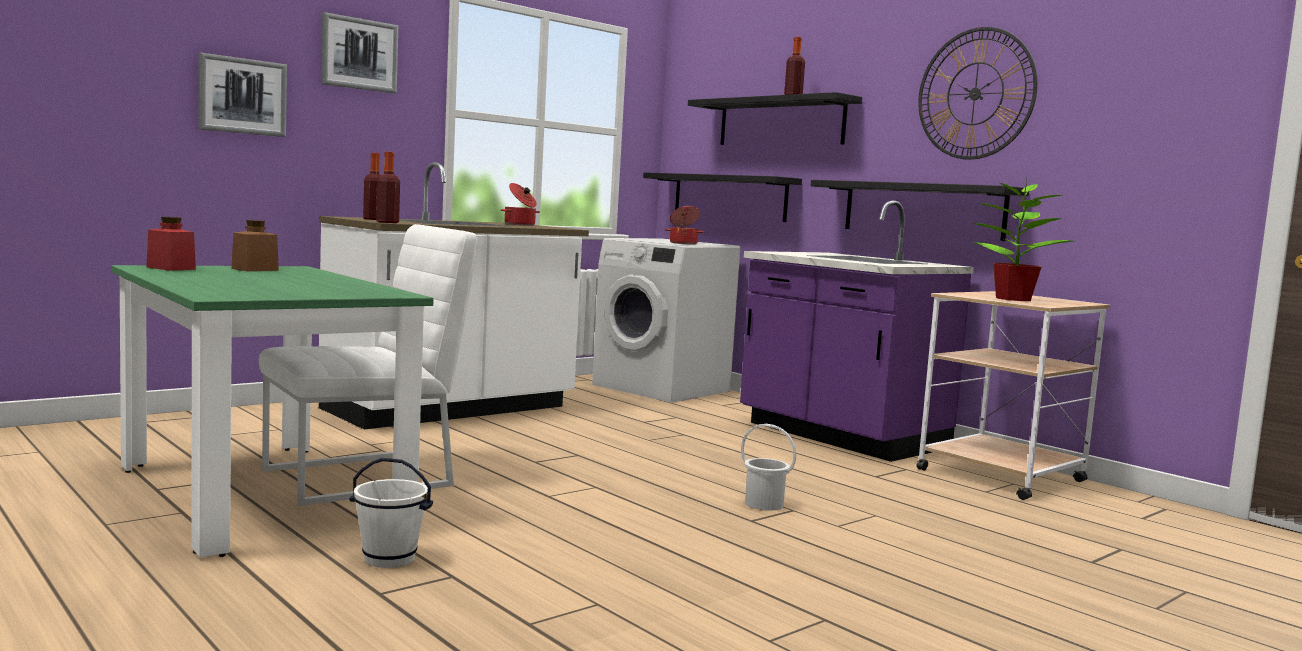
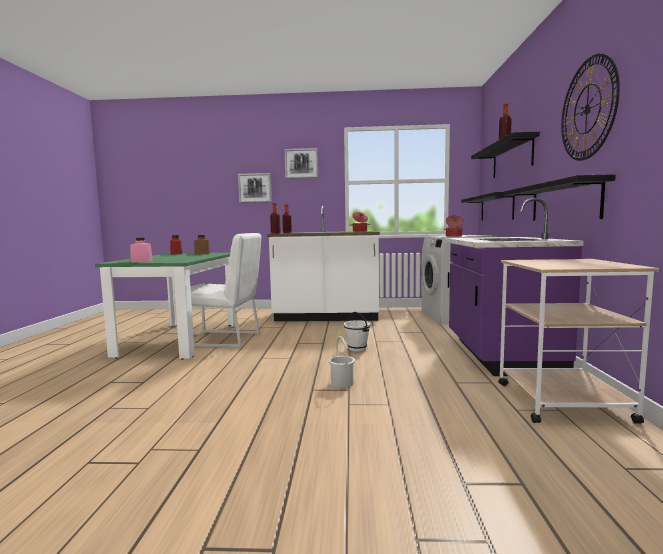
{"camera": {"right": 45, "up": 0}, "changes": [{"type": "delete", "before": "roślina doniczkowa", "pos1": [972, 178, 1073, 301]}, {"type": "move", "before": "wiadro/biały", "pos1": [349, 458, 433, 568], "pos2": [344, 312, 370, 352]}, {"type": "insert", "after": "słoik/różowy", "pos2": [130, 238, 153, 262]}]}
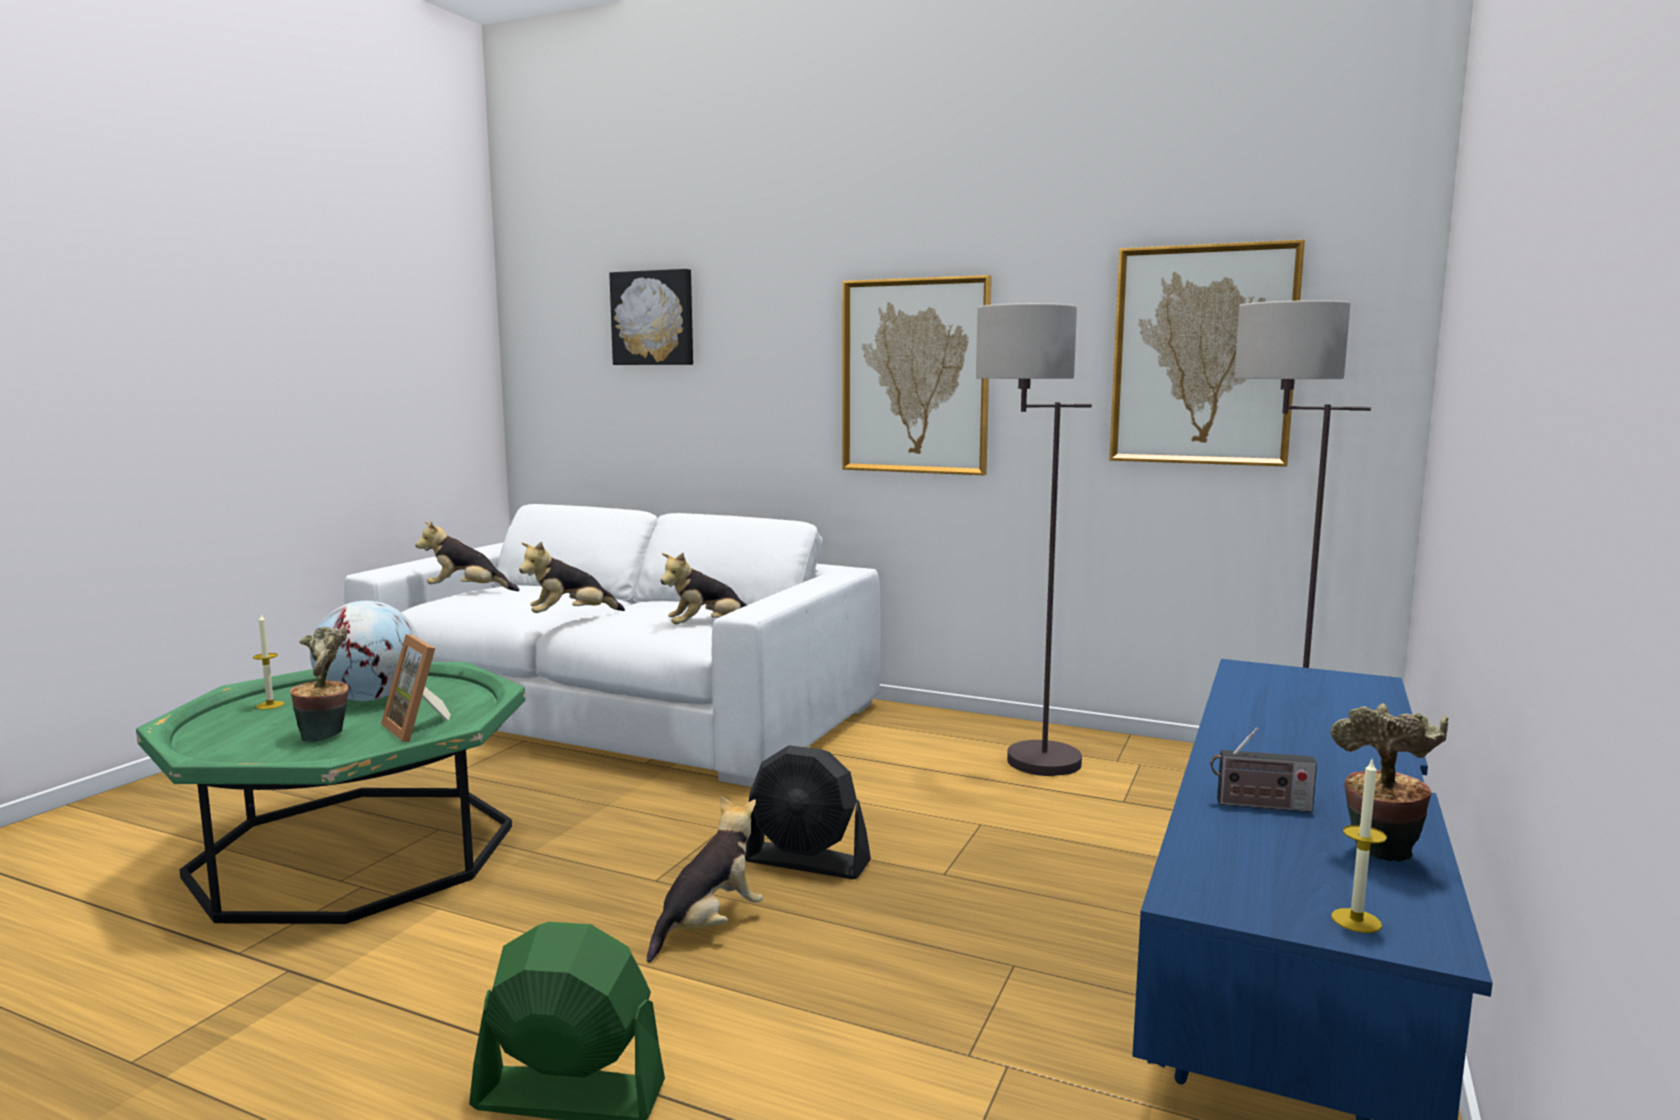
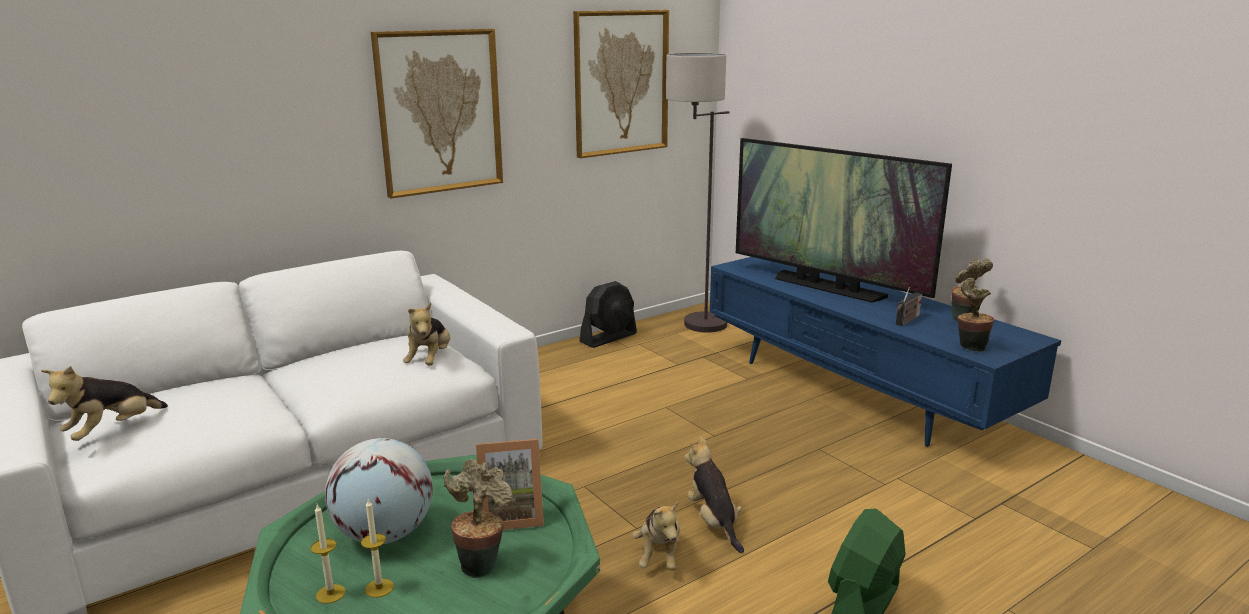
{"camera": {"right": -60, "up": 10}, "changes": [{"type": "delete", "before": "obraz", "pos1": [609, 269, 693, 365]}, {"type": "delete", "before": "lampa stojąca/szary", "pos1": [976, 303, 1092, 776]}, {"type": "move", "before": "pluszak", "pos1": [519, 542, 625, 613], "pos2": [633, 501, 680, 571]}, {"type": "move", "before": "wentylator/czarny", "pos1": [745, 745, 871, 879], "pos2": [580, 281, 637, 348]}, {"type": "move", "before": "świeca", "pos1": [1331, 760, 1387, 933], "pos2": [361, 499, 394, 598]}, {"type": "insert", "after": "telewizor", "pos2": [736, 138, 952, 303]}, {"type": "insert", "after": "roślina doniczkowa", "pos2": [958, 278, 994, 352]}]}
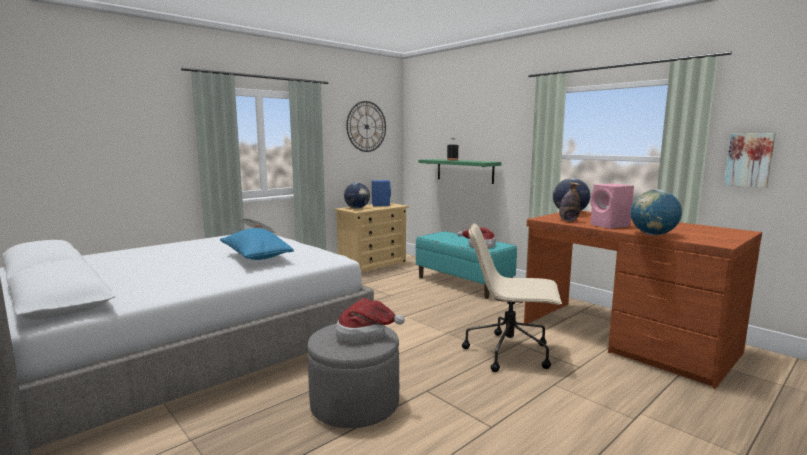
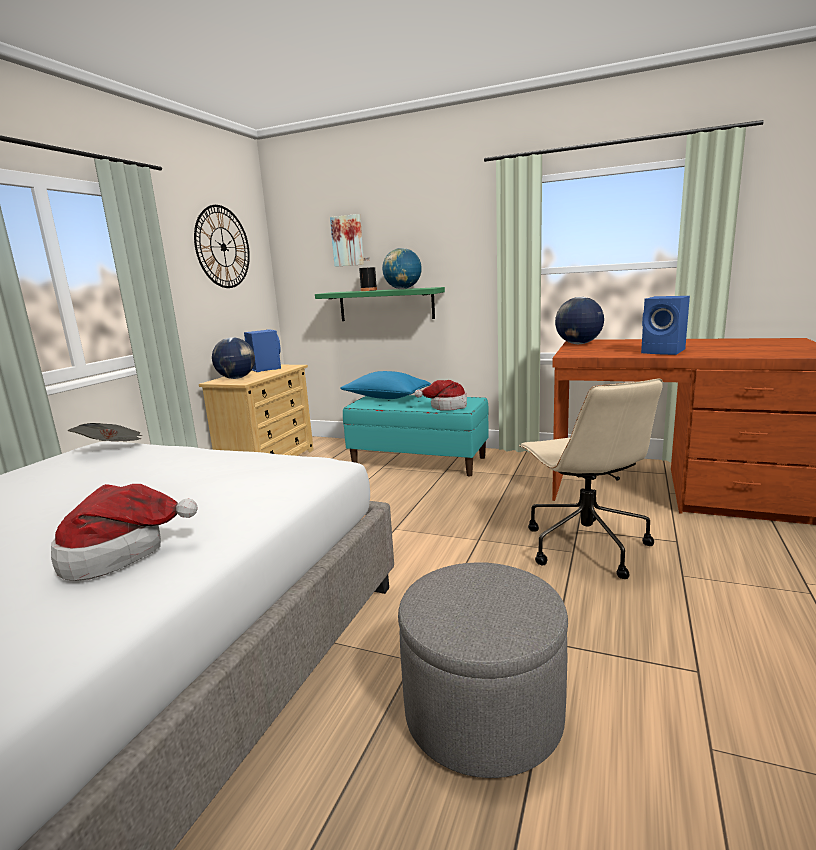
{"camera": {"right": -25, "up": 5}, "changes": [{"type": "move", "before": "obraz", "pos1": [724, 133, 775, 188], "pos2": [330, 214, 364, 267]}, {"type": "delete", "before": "butelka", "pos1": [559, 182, 580, 221]}, {"type": "recolor", "before": "głośnik/różowy", "after": "głośnik/niebieski", "pos1": [590, 184, 634, 229], "pos2": [641, 296, 690, 355]}, {"type": "move", "before": "globus", "pos1": [630, 190, 682, 235], "pos2": [382, 248, 422, 289]}, {"type": "rotate", "before": "krzesło biurowe/beżowy", "pos1": [462, 223, 562, 372], "pos2": [519, 378, 663, 579], "turn": -90}, {"type": "move", "before": "poduszka/niebieski", "pos1": [220, 228, 294, 260], "pos2": [340, 371, 431, 399]}, {"type": "move", "before": "kapelusz", "pos1": [336, 298, 405, 344], "pos2": [51, 484, 198, 581]}]}
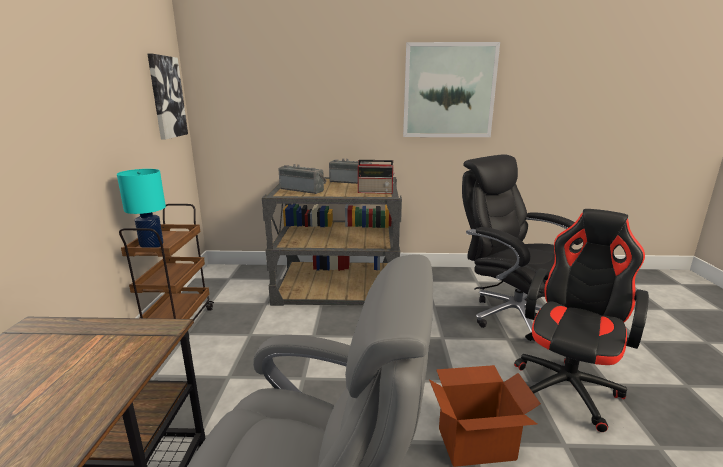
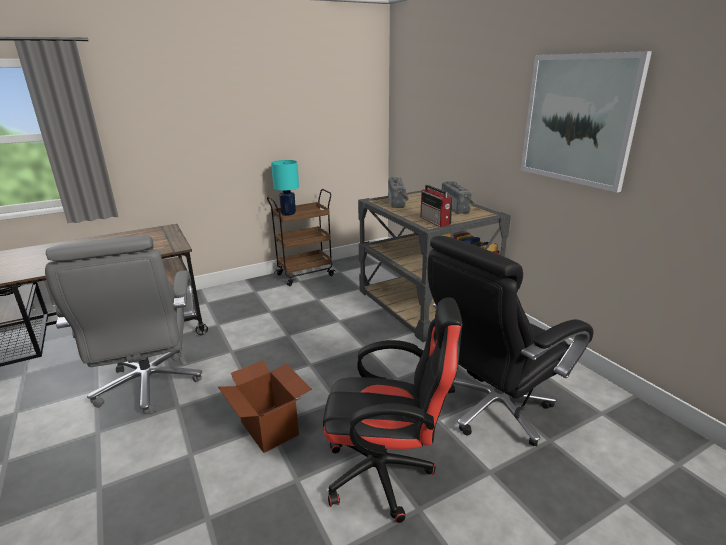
{"camera": {"right": 60, "up": 5}, "changes": [{"type": "delete", "before": "obraz", "pos1": [147, 54, 188, 139]}, {"type": "rotate", "before": "krzesło biurowe/czarny", "pos1": [462, 154, 583, 342], "pos2": [428, 236, 593, 446], "turn": -150}]}
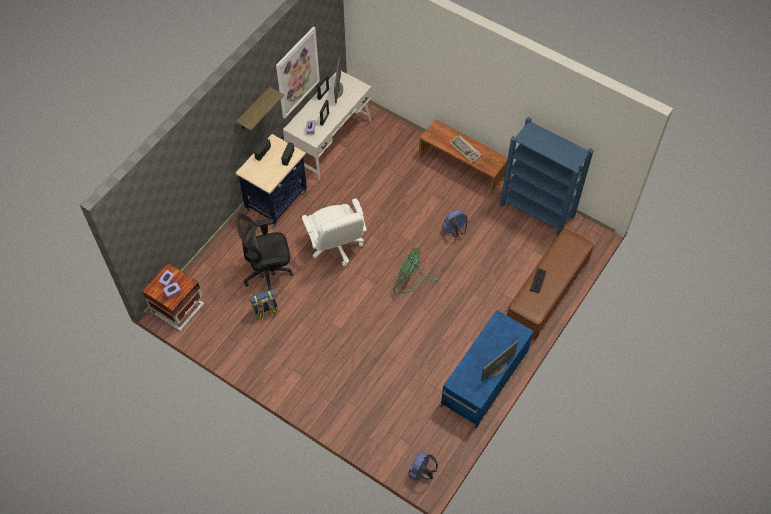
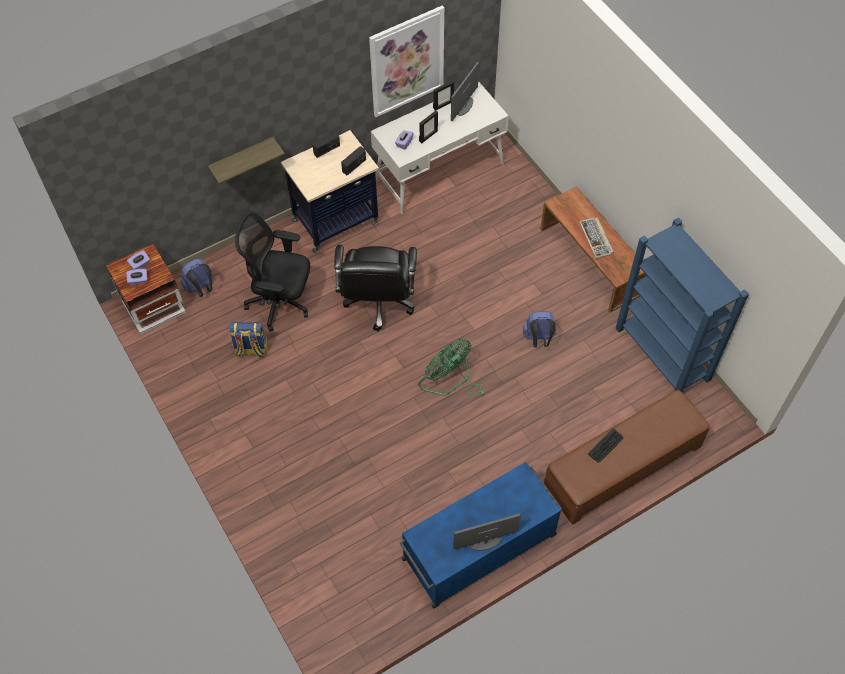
{"camera": {"right": 25, "up": 0}, "changes": [{"type": "move", "before": "półka", "pos1": [236, 87, 284, 131], "pos2": [208, 137, 285, 184]}, {"type": "recolor", "before": "krzesło biurowe/biały", "after": "krzesło biurowe/czarny", "pos1": [302, 198, 367, 266], "pos2": [334, 245, 417, 331]}, {"type": "move", "before": "plecak/niebieski", "pos1": [408, 451, 438, 481], "pos2": [181, 258, 213, 297]}]}
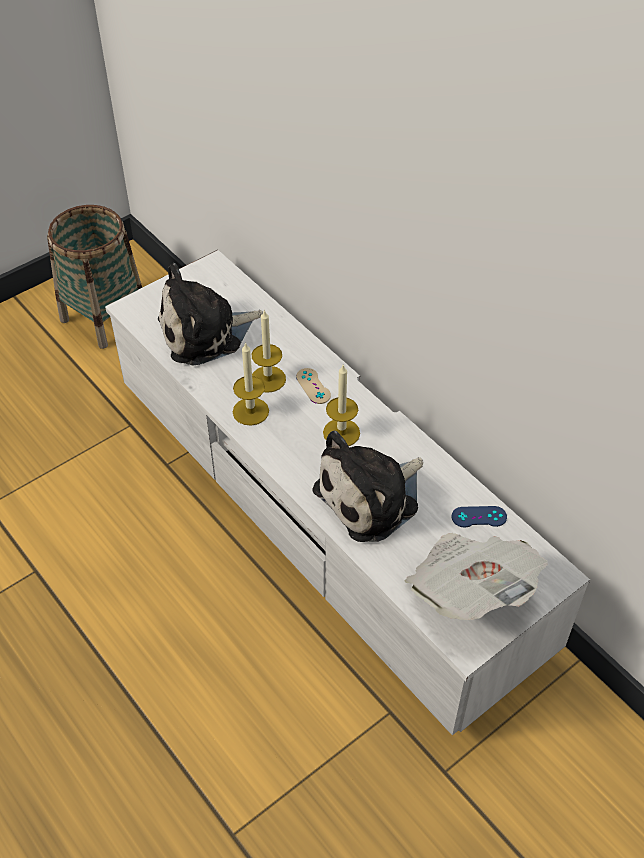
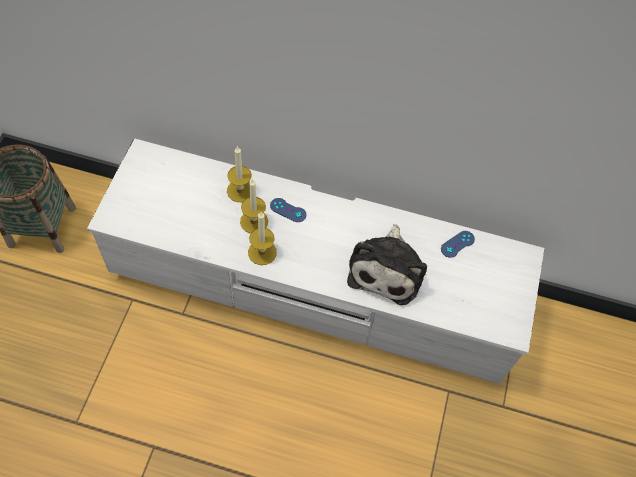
{"camera": {"right": -40, "up": 10}, "changes": [{"type": "delete", "before": "pluszak", "pos1": [158, 263, 263, 366]}, {"type": "move", "before": "świeca", "pos1": [323, 365, 360, 446], "pos2": [227, 146, 252, 202]}, {"type": "recolor", "before": "pad do gier/beżowy", "after": "pad do gier/niebieski", "pos1": [296, 368, 331, 404], "pos2": [270, 198, 307, 222]}, {"type": "delete", "before": "gazeta", "pos1": [405, 533, 548, 620]}]}
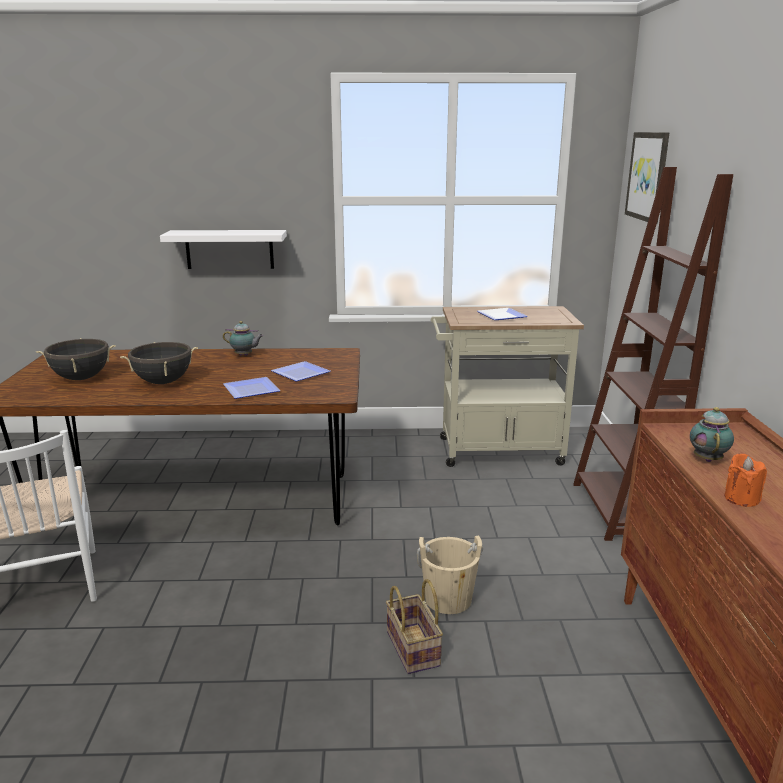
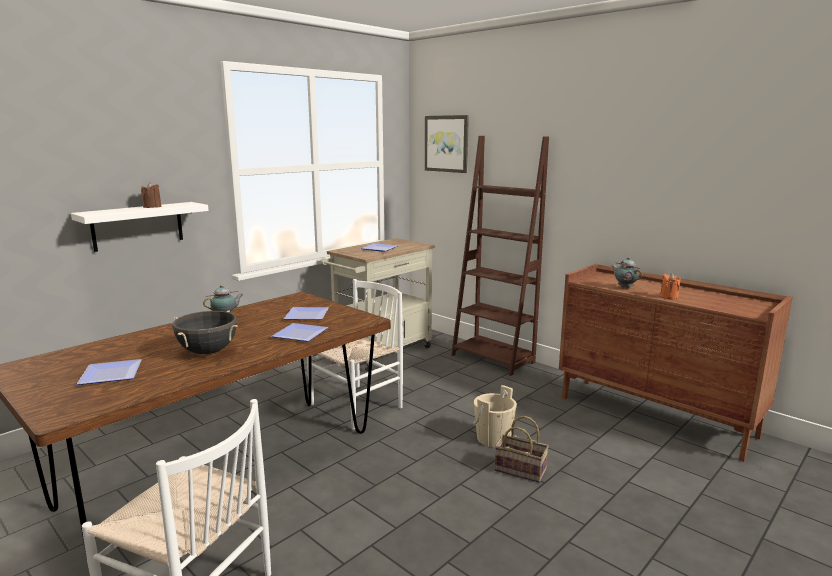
{"camera": {"right": -45, "up": -5}, "changes": [{"type": "replace", "before": "garnek/czarny", "after": "talerz", "pos1": [36, 338, 116, 380], "pos2": [77, 359, 142, 385]}, {"type": "insert", "after": "świeca/brązowy", "pos2": [141, 182, 161, 208]}, {"type": "insert", "after": "krzesło/biały", "pos2": [307, 279, 403, 430]}]}
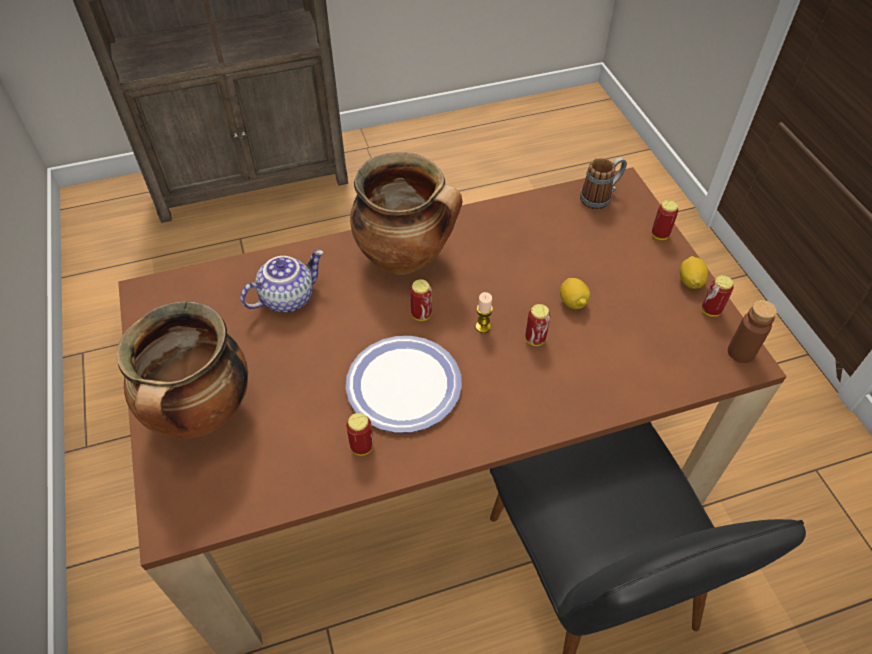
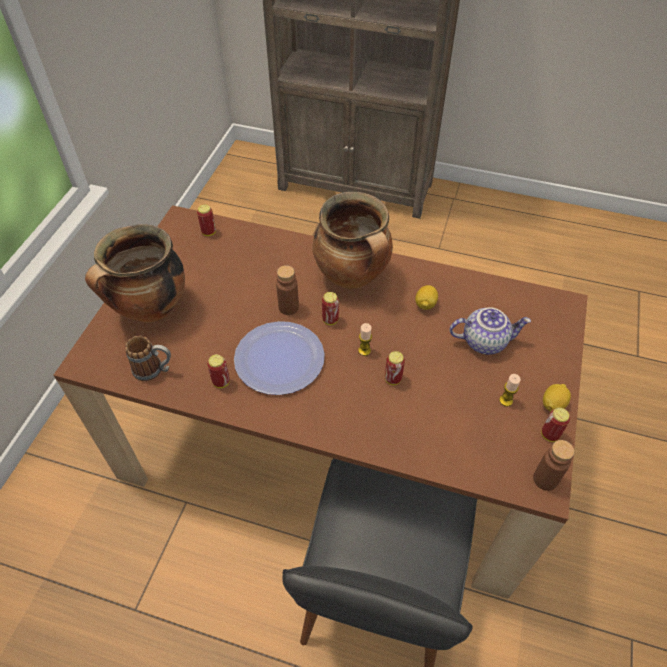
{"camera": {"right": 35, "up": 0}, "changes": [{"type": "move", "before": "kubek", "pos1": [580, 157, 627, 210], "pos2": [125, 335, 171, 381]}, {"type": "move", "before": "puszka", "pos1": [652, 200, 678, 240], "pos2": [197, 205, 216, 236]}, {"type": "move", "before": "imbryk", "pos1": [240, 250, 324, 312], "pos2": [450, 307, 531, 355]}, {"type": "move", "before": "cytryna", "pos1": [560, 278, 590, 309], "pos2": [415, 285, 438, 310]}, {"type": "insert", "after": "butelka/brązowy", "pos2": [276, 265, 299, 315]}, {"type": "insert", "after": "świeca", "pos2": [499, 374, 521, 406]}]}
